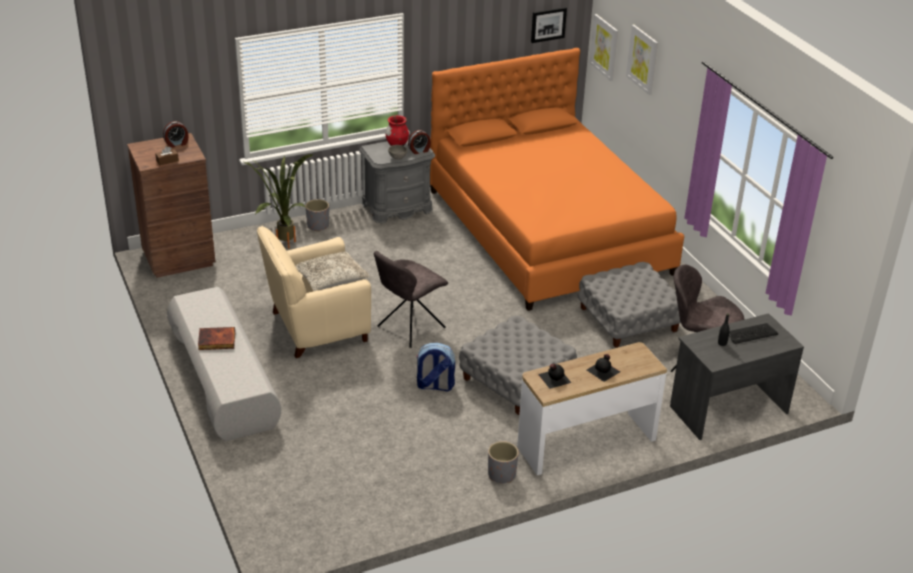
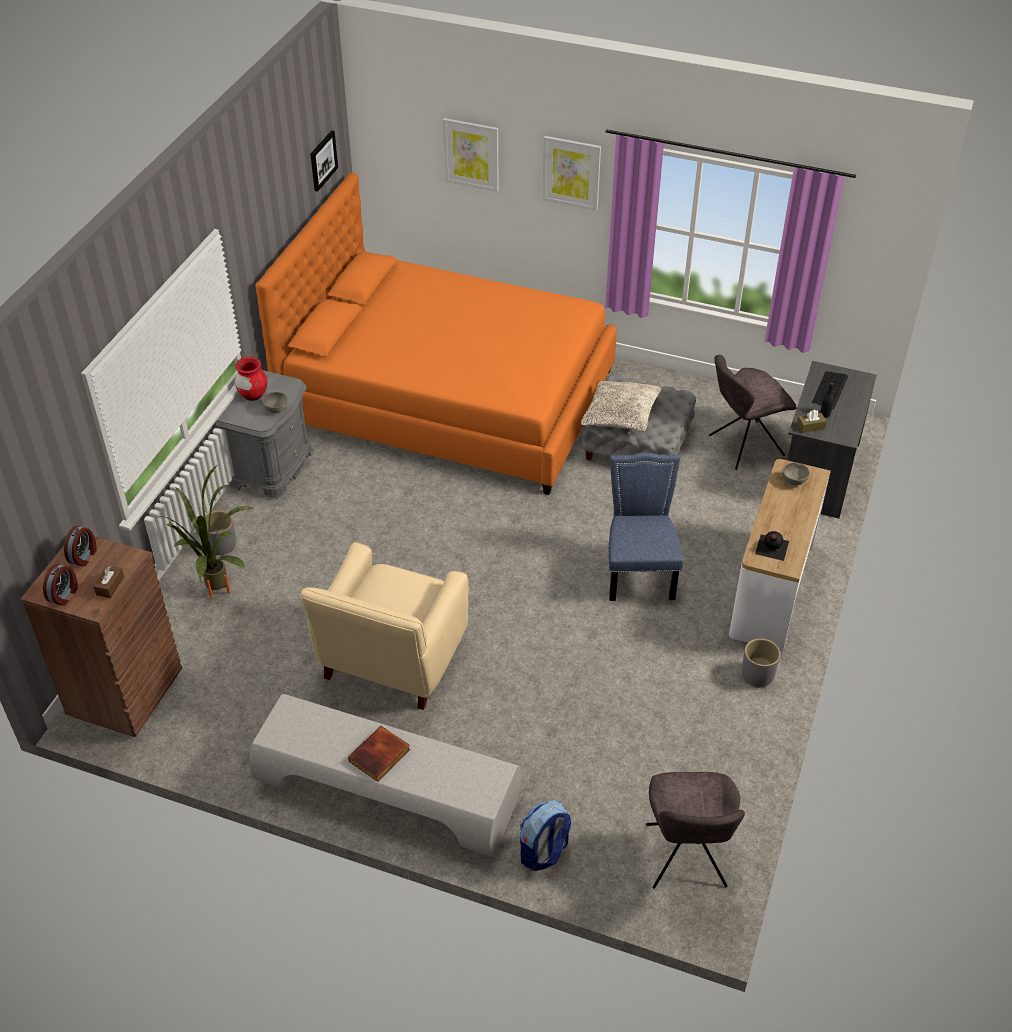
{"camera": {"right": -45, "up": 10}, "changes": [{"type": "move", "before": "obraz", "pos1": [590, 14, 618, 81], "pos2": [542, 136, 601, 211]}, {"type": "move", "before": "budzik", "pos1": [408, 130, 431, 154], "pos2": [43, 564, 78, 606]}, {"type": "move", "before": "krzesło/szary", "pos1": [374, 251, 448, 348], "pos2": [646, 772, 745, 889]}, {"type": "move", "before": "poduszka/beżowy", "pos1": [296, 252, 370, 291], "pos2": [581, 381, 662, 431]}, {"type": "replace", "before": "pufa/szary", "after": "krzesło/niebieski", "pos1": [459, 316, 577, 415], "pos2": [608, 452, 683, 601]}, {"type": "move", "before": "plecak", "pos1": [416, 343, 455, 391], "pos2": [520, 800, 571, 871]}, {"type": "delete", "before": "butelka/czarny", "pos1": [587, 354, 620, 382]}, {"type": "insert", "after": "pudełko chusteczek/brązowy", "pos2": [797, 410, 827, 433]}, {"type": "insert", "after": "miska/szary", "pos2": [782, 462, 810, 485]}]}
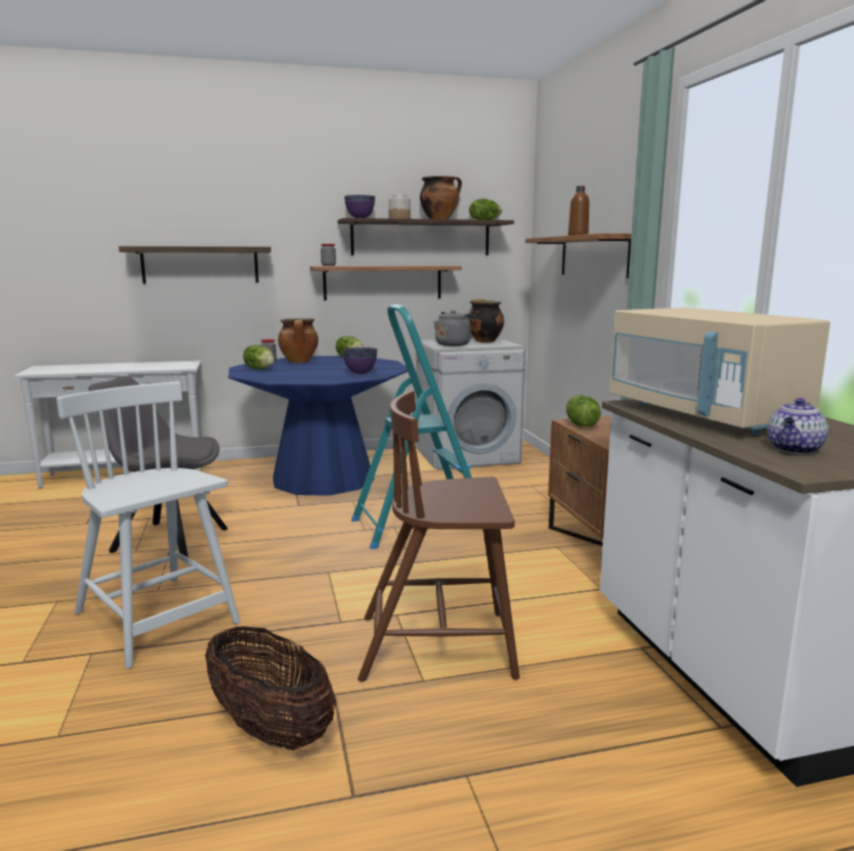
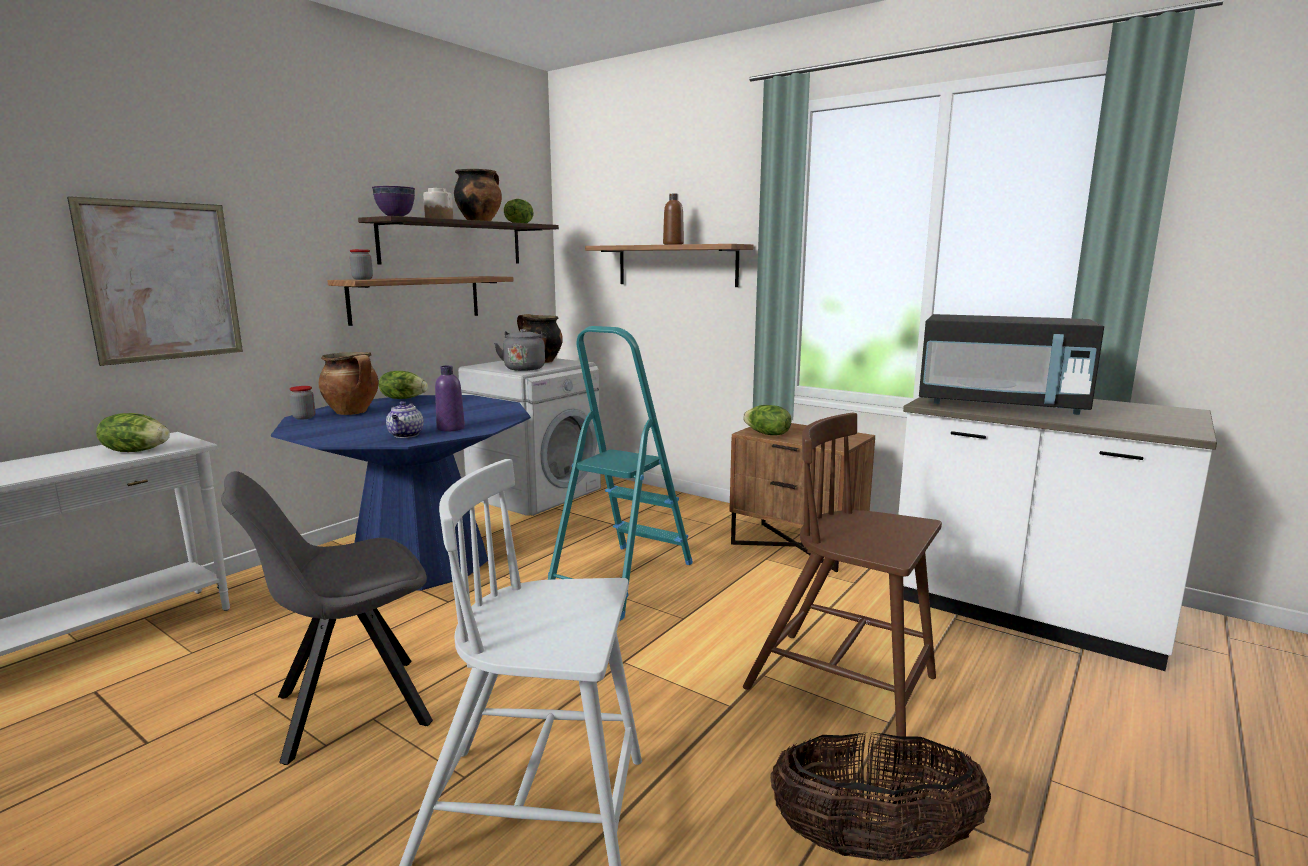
{"camera": {"right": -40, "up": 0}, "changes": [{"type": "replace", "before": "półka", "after": "obraz", "pos1": [119, 246, 271, 283], "pos2": [67, 196, 243, 366]}, {"type": "recolor", "before": "mikrofalówka/beżowy", "after": "mikrofalówka/czarny", "pos1": [610, 308, 830, 436], "pos2": [919, 314, 1104, 415]}, {"type": "move", "before": "sałata", "pos1": [243, 345, 274, 369], "pos2": [96, 413, 170, 452]}, {"type": "delete", "before": "miska/fioletowy", "pos1": [343, 347, 378, 374]}, {"type": "rotate", "before": "krzesło/brązowy", "pos1": [358, 391, 520, 682], "pos2": [743, 413, 942, 746], "turn": 75}, {"type": "move", "before": "imbryk", "pos1": [767, 398, 829, 454], "pos2": [386, 401, 424, 438]}, {"type": "insert", "after": "butelka/fioletowy", "pos2": [435, 365, 465, 432]}]}
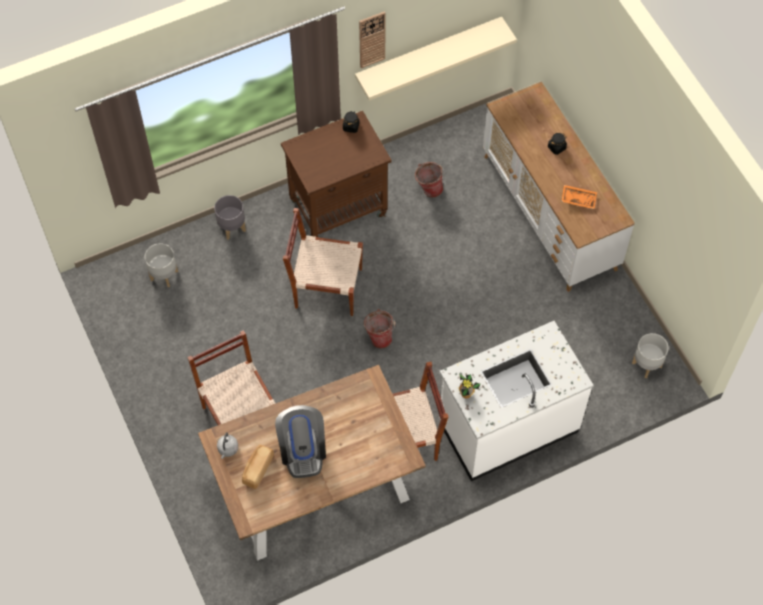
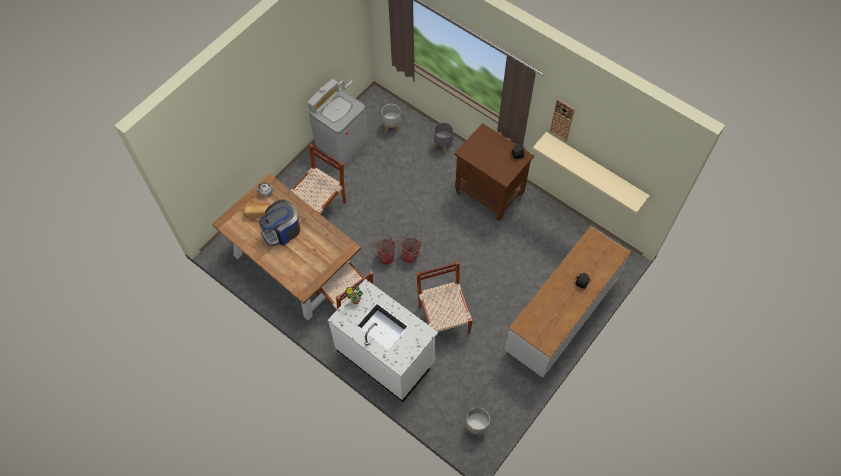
{"camera": {"right": 65, "up": 0}, "changes": [{"type": "move", "before": "wiadro", "pos1": [415, 162, 444, 198], "pos2": [376, 238, 397, 265]}, {"type": "delete", "before": "taca/pomarańczowy", "pos1": [561, 185, 597, 209]}, {"type": "move", "before": "krzesło", "pos1": [283, 208, 363, 316], "pos2": [416, 261, 473, 335]}, {"type": "insert", "after": "pralka/szary", "pos2": [307, 79, 368, 164]}]}
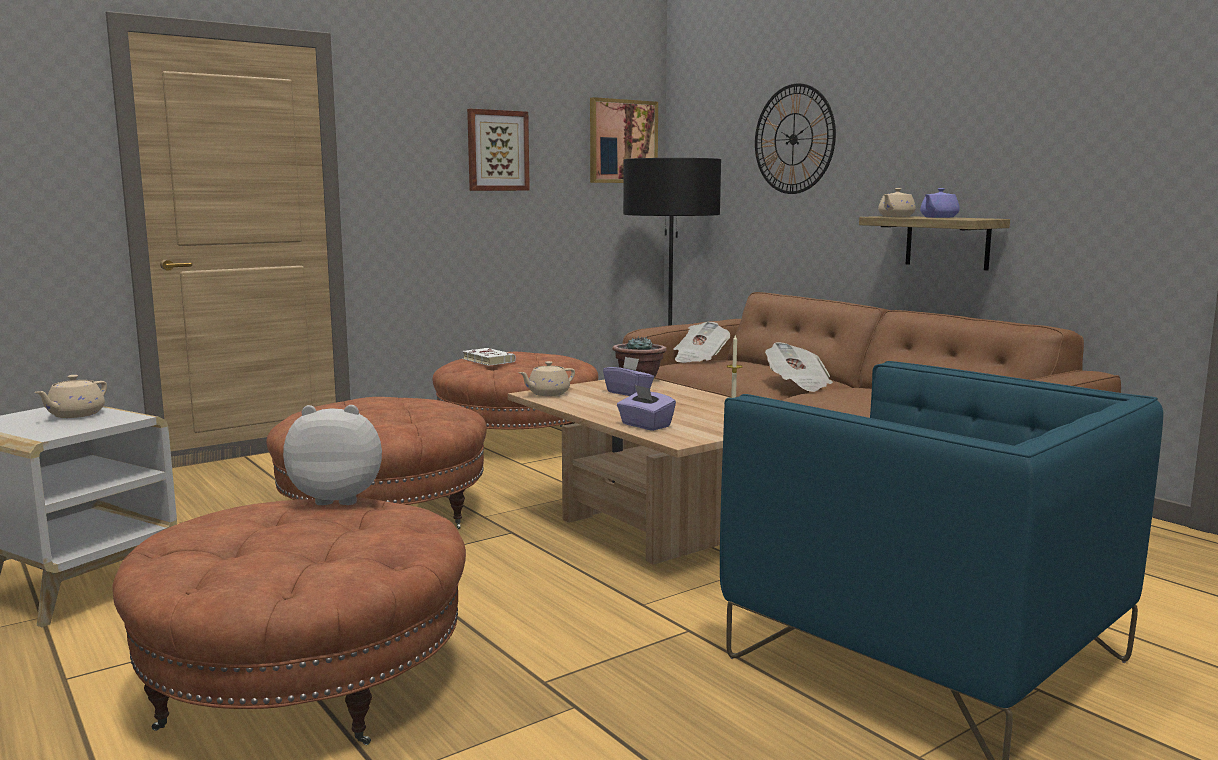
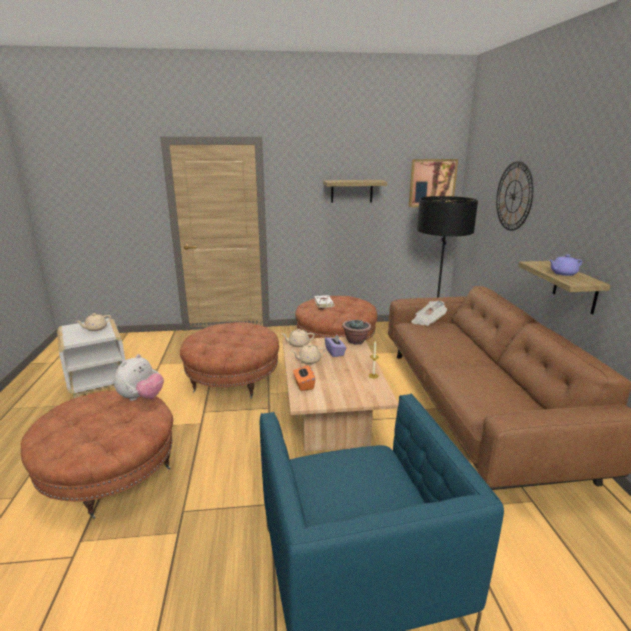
{"camera": {"right": 30, "up": 10}, "changes": [{"type": "replace", "before": "obraz", "after": "półka", "pos1": [467, 109, 530, 191], "pos2": [323, 180, 387, 203]}, {"type": "move", "before": "imbryk/beżowy", "pos1": [878, 188, 916, 217], "pos2": [292, 344, 326, 364]}, {"type": "delete", "before": "gazeta", "pos1": [765, 342, 833, 392]}, {"type": "recolor", "before": "pudełko chusteczek/fioletowy", "after": "pudełko chusteczek/pomarańczowy", "pos1": [617, 384, 676, 431], "pos2": [293, 365, 315, 391]}, {"type": "rotate", "before": "pluszak", "pos1": [283, 405, 382, 505], "pos2": [114, 354, 164, 401], "turn": 90}]}
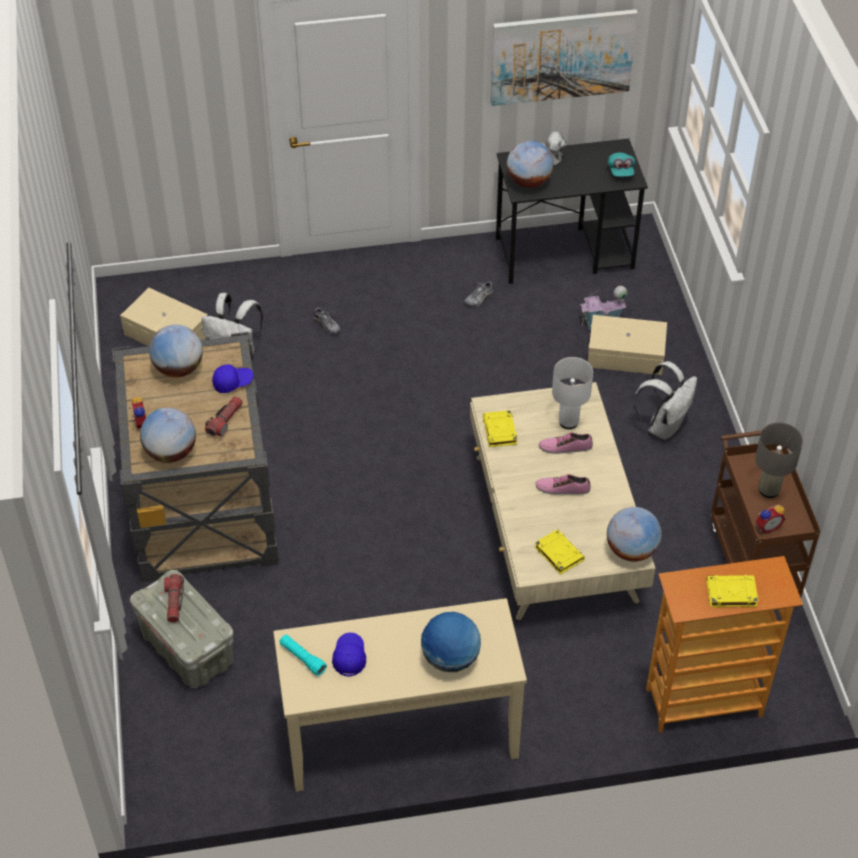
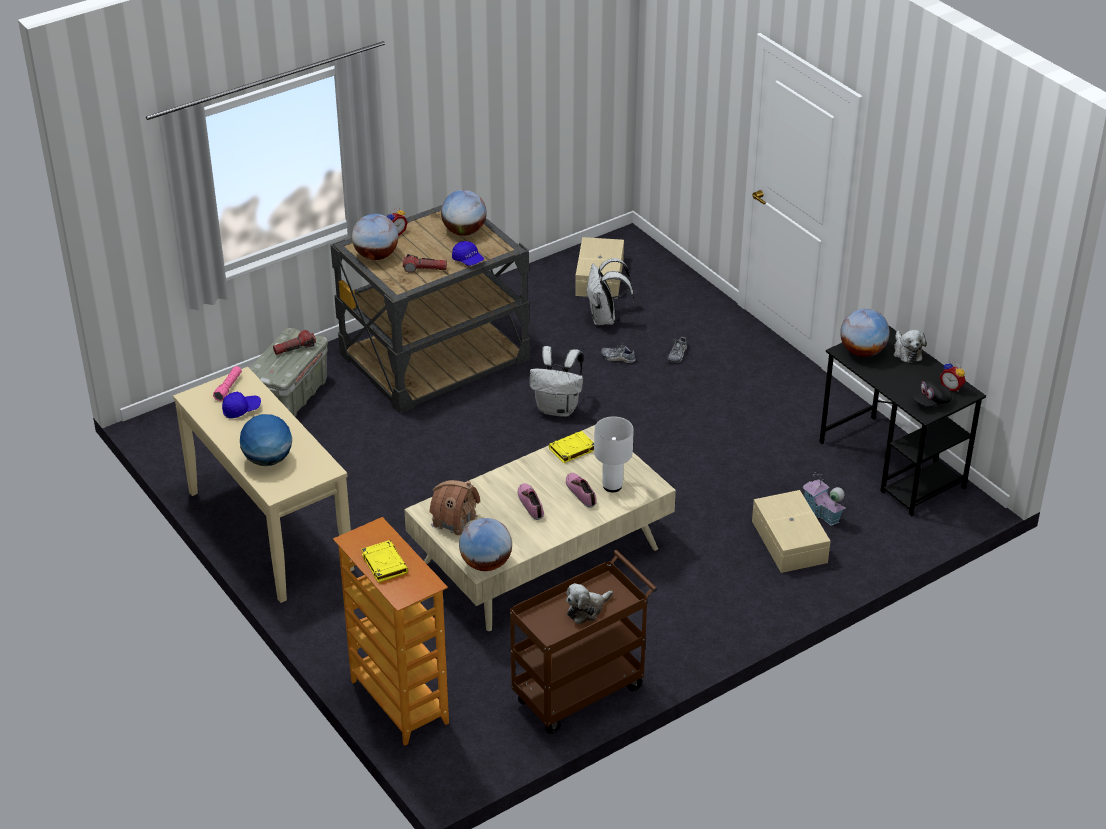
{"camera": {"right": 65, "up": -10}, "changes": [{"type": "delete", "before": "obraz", "pos1": [491, 9, 638, 106]}, {"type": "recolor", "before": "czapka z daszkiem/turkusowy", "after": "czapka z daszkiem/czarny", "pos1": [608, 152, 635, 177], "pos2": [912, 381, 952, 407]}, {"type": "move", "before": "but", "pos1": [464, 281, 493, 307], "pos2": [601, 343, 636, 363]}, {"type": "move", "before": "plecak/biały", "pos1": [633, 361, 697, 440], "pos2": [530, 346, 583, 417]}, {"type": "replace", "before": "lampa stołowa/szary", "after": "pluszak", "pos1": [756, 423, 803, 498], "pos2": [566, 583, 613, 624]}, {"type": "move", "before": "budzik", "pos1": [756, 505, 785, 533], "pos2": [940, 361, 966, 392]}, {"type": "replace", "before": "książka/żółty", "after": "domek", "pos1": [534, 529, 585, 575], "pos2": [429, 480, 480, 536]}, {"type": "recolor", "before": "latarka/turkusowy", "after": "latarka/różowy", "pos1": [280, 635, 327, 676], "pos2": [213, 366, 242, 401]}]}
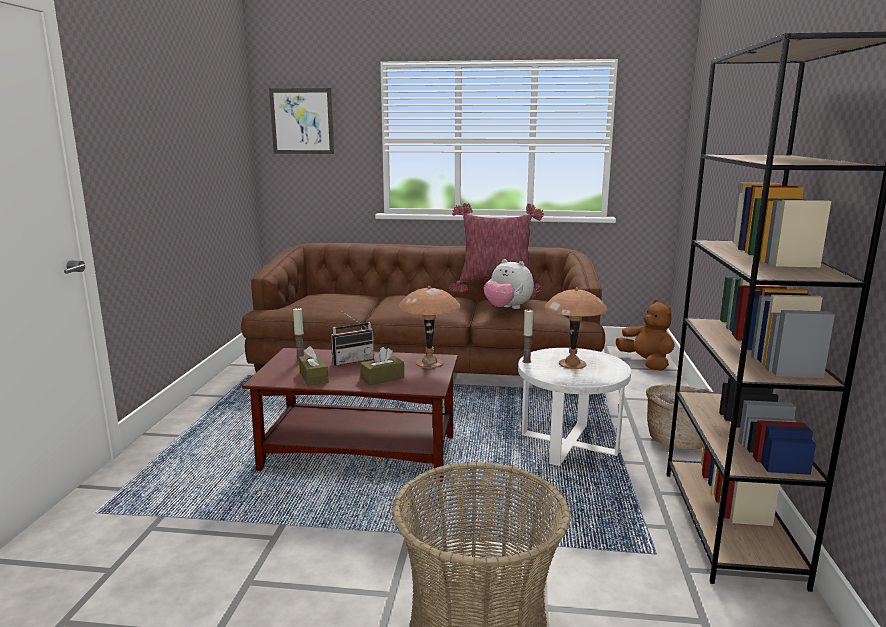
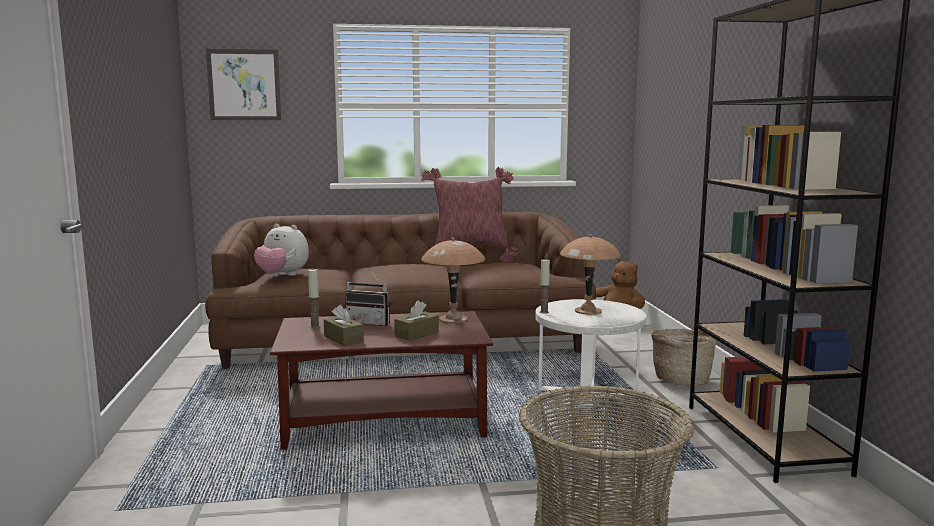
{"camera": {"right": -15, "up": -5}, "changes": [{"type": "move", "before": "pluszak", "pos1": [484, 259, 534, 309], "pos2": [254, 224, 309, 276]}, {"type": "rotate", "before": "radio", "pos1": [331, 311, 375, 366], "pos2": [345, 269, 391, 326], "turn": 60}]}
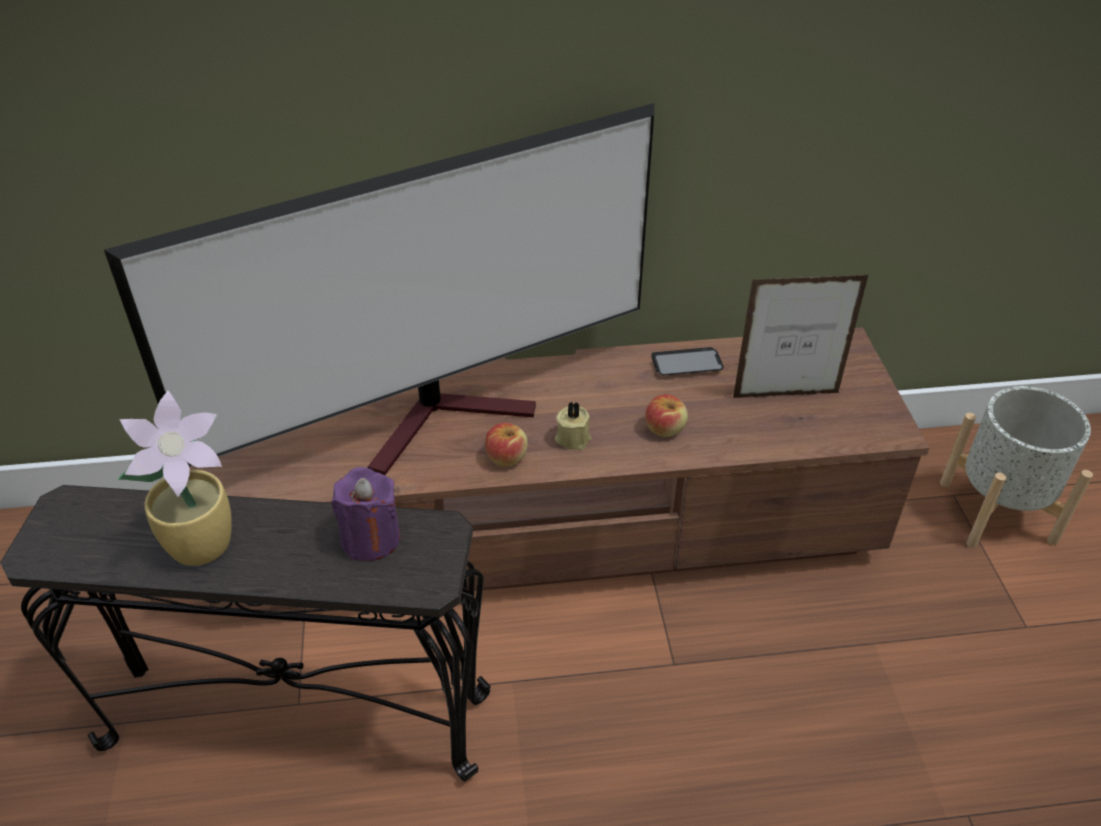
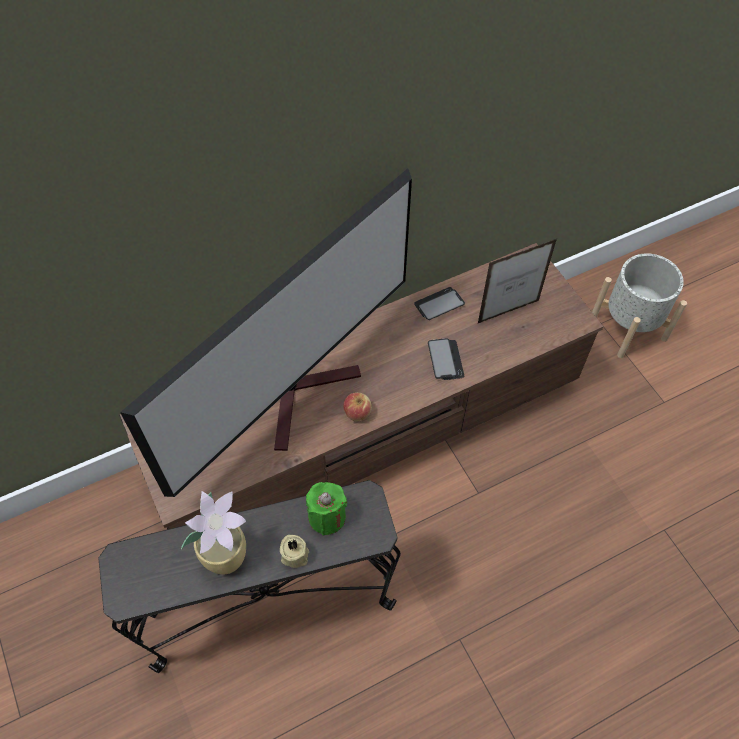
{"camera": {"right": -20, "up": 15}, "changes": [{"type": "replace", "before": "jabłko", "after": "telefon", "pos1": [645, 394, 688, 437], "pos2": [428, 338, 464, 380]}, {"type": "move", "before": "świeca/beżowy", "pos1": [555, 402, 591, 450], "pos2": [280, 535, 309, 568]}, {"type": "recolor", "before": "świeca/fioletowy", "after": "świeca/zielony", "pos1": [331, 467, 400, 561], "pos2": [306, 482, 347, 536]}]}
